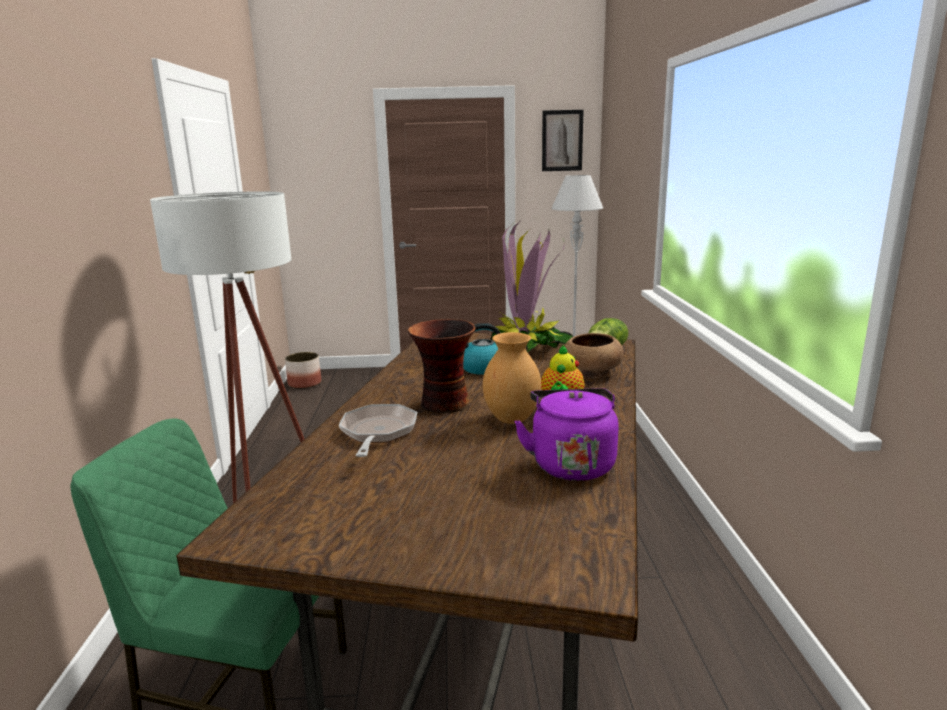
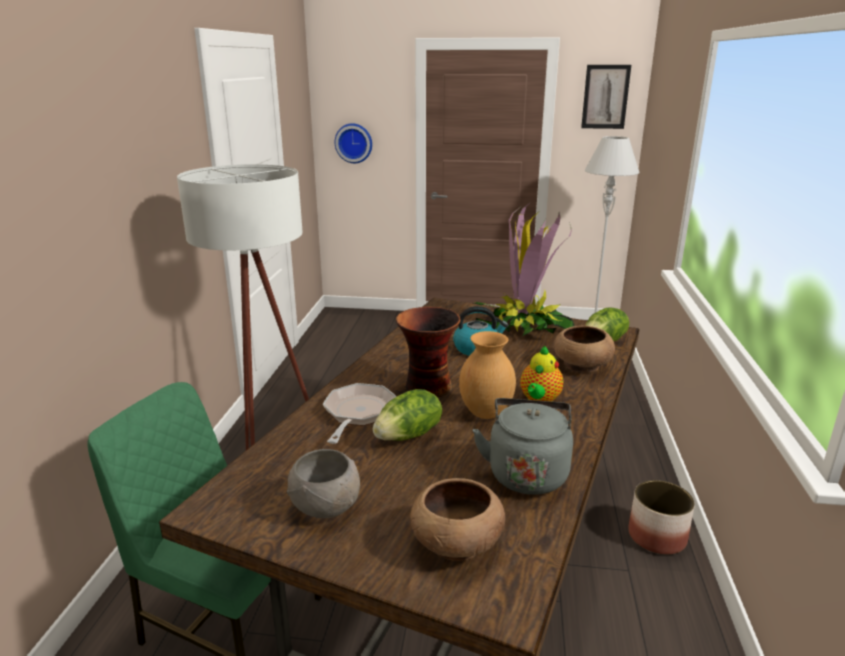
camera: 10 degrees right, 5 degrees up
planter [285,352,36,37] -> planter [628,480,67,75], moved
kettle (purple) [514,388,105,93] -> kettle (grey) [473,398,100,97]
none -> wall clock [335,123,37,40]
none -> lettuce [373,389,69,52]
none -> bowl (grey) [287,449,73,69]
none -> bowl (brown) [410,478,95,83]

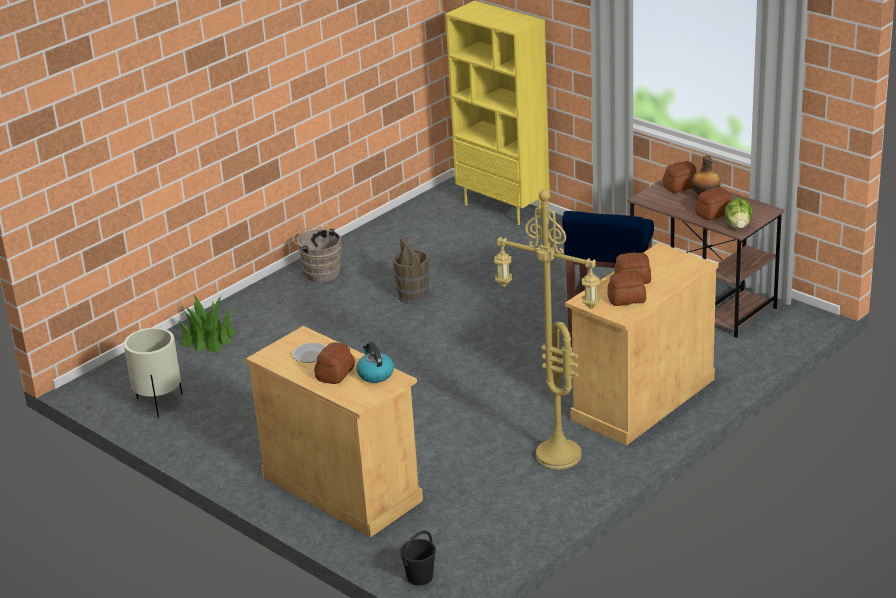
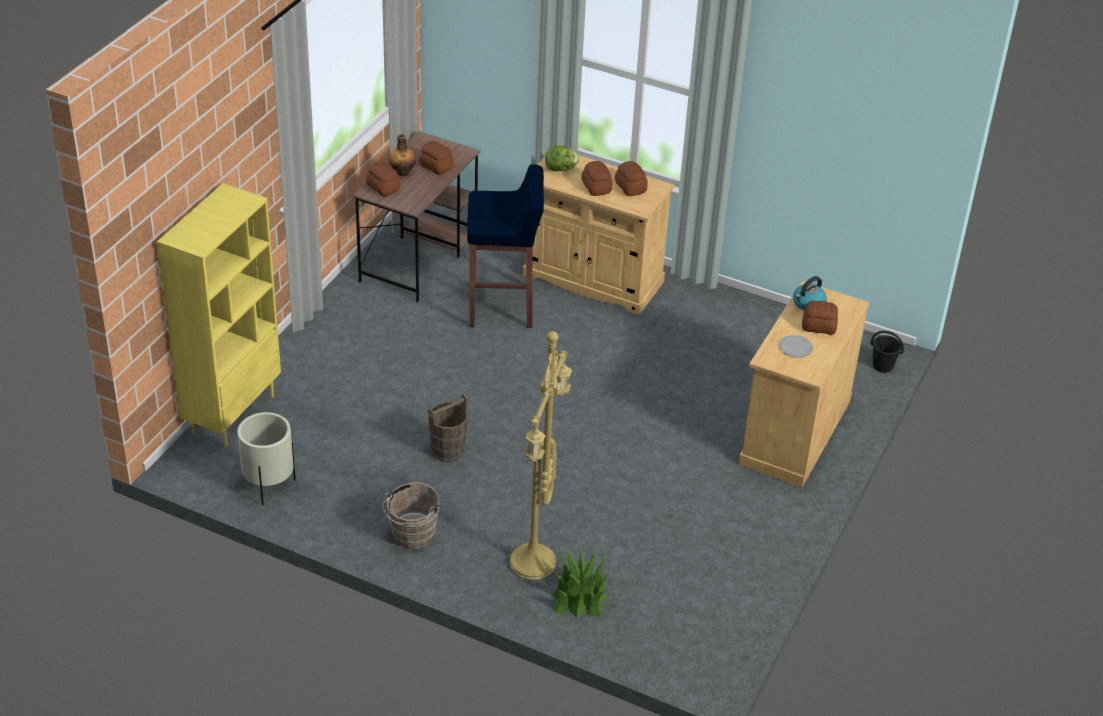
camera: 110 degrees left, 10 degrees up
floor lamp (yellow) [494,190,106,280] -> floor lamp (yellow) [510,331,62,249], moved
lettuce [725,197,28,32] -> lettuce [545,145,34,26], moved
planter (beige) [124,328,58,90] -> planter (beige) [237,412,58,93], moved

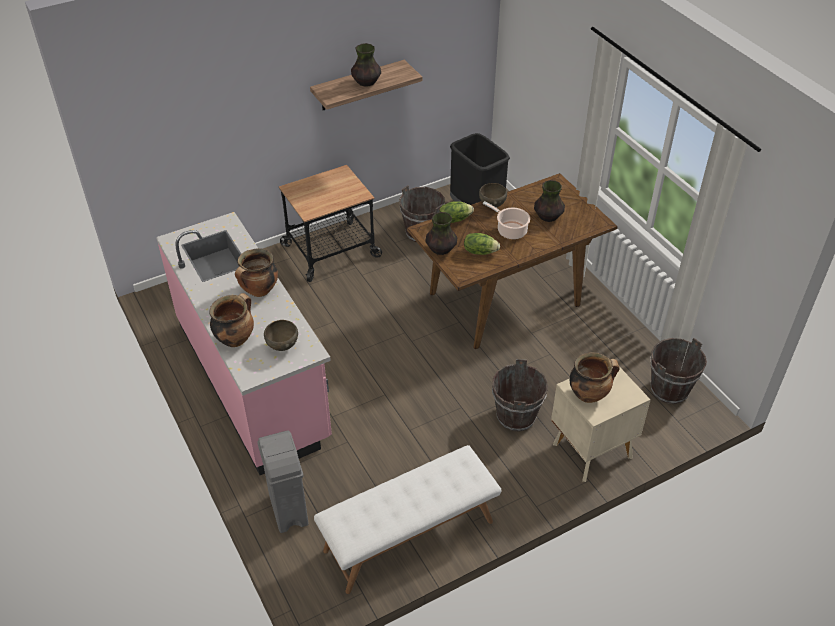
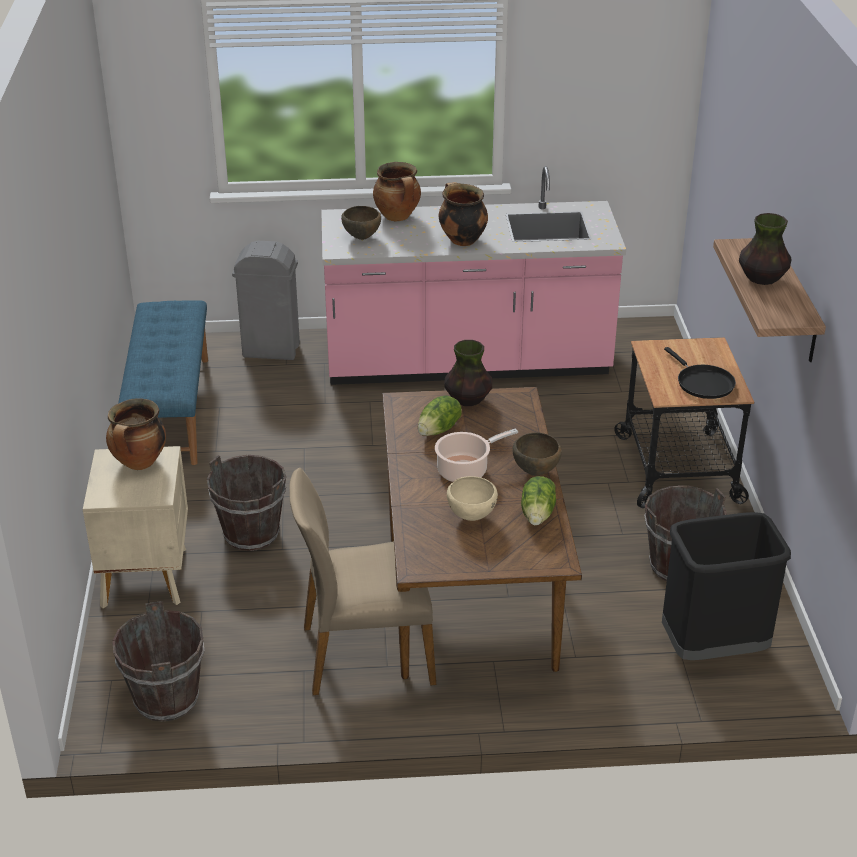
camera: 115 degrees right, 10 degrees down
vase [534,180,31,42] -> bowl (beige) [447,476,51,45]
lettuce [439,201,35,22] -> lettuce [521,476,35,49], moved
bench (white) [314,445,187,149] -> bench (blue) [118,300,90,165]
none -> frying pan (black) [664,347,72,52]
none -> chair (beige) [289,468,147,227]

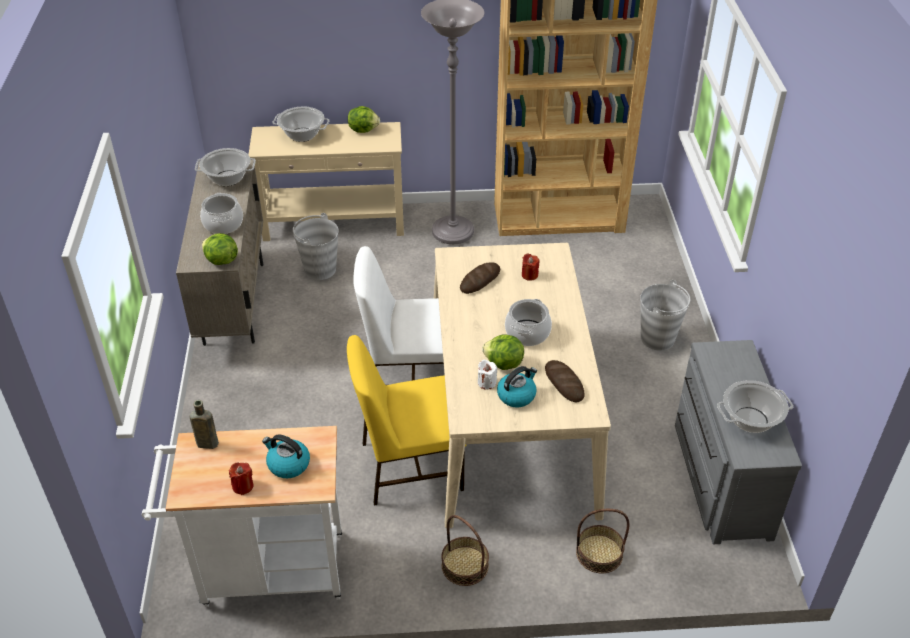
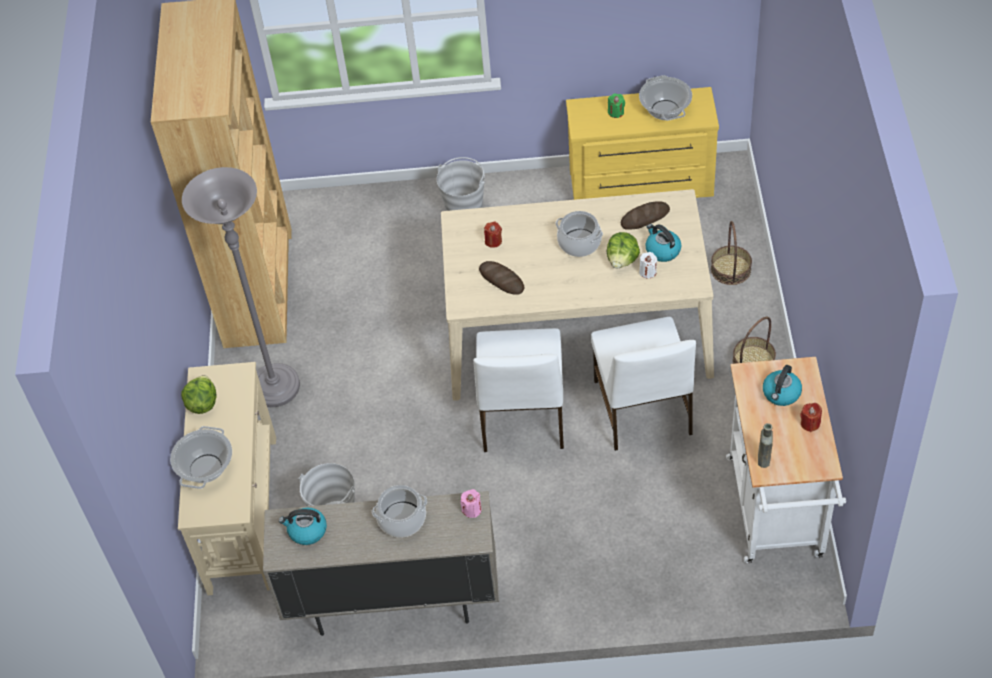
camera: 85 degrees left, 10 degrees up
cooking pot [195,148,61,38] -> kettle [279,508,48,37]
lettuce [202,233,36,32] -> candle (pink) [460,489,22,29]
chair (yellow) [347,335,120,170] -> chair (white) [591,317,105,134]
dresser (grey) [675,340,127,204] -> dresser (yellow) [566,87,153,113]
none -> candle (green) [608,93,17,25]

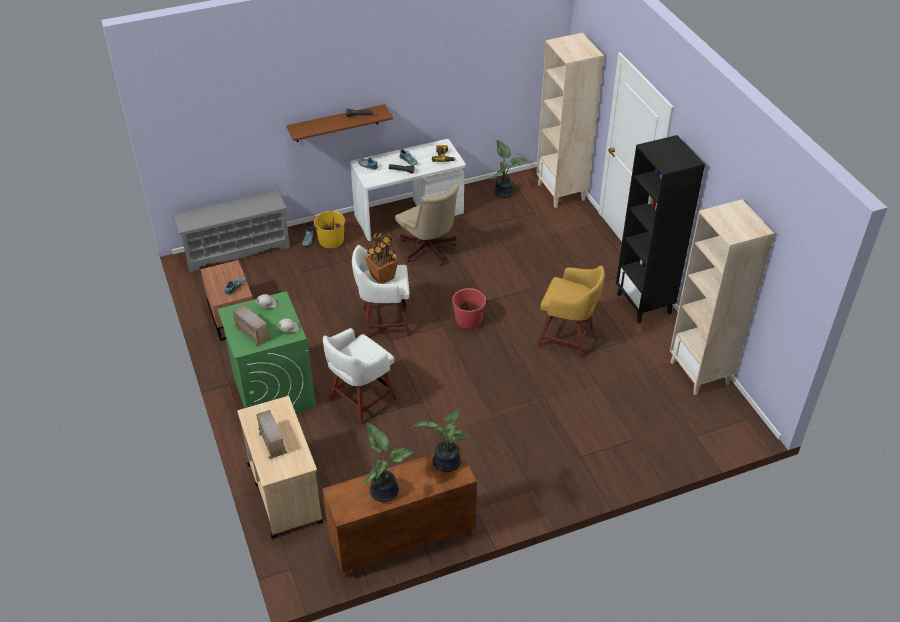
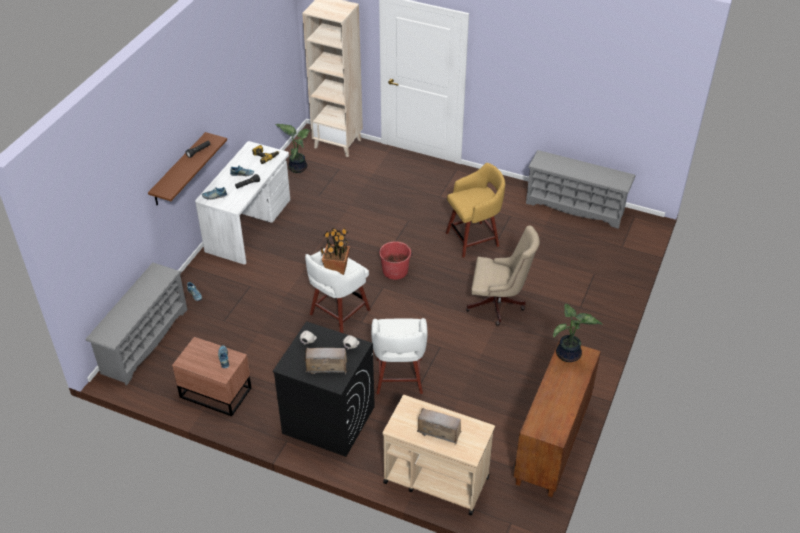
camera: 45 degrees left, 0 degrees up
bookcase (black) [616,135,89,189] -> none
office chair (beige) [395,183,64,82] -> office chair (beige) [466,226,74,100], moved
bookcase (beige) [670,199,104,196] -> shoe rack (grey) [526,150,110,79]
bucket (yellow) [313,211,32,38] -> none
washing machine (green) [217,291,99,122] -> washing machine (black) [272,321,103,136]
potted plant [364,423,50,79] -> none

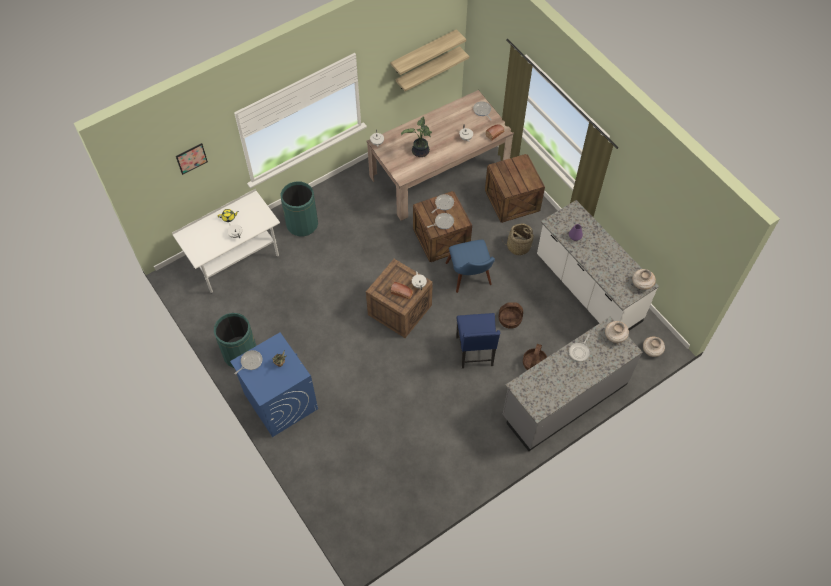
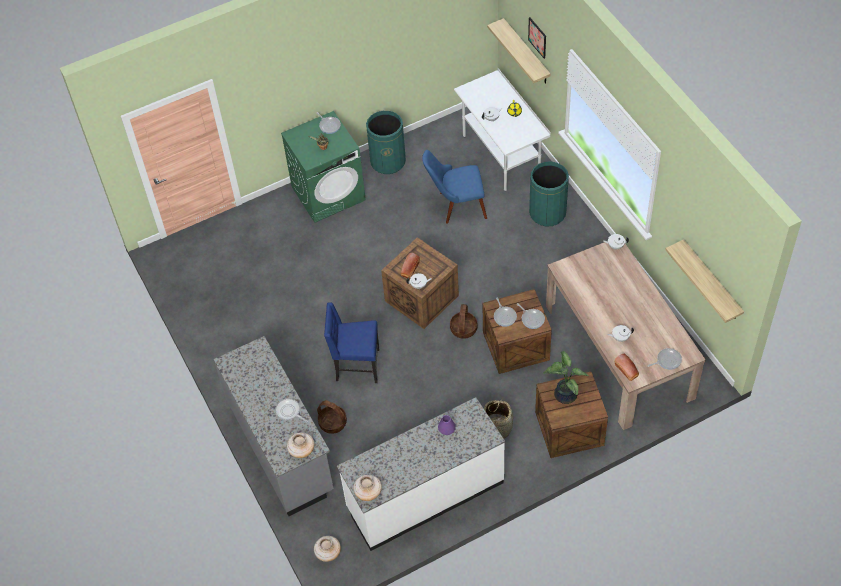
camera: 100 degrees right, 5 degrees down
shelf [391,29,75,46] -> shelf [487,18,64,66], moved
potted plant [401,116,31,41] -> potted plant [543,351,46,53], moved
chair (blue) [446,240,49,53] -> chair (blue) [422,150,65,73], moved
basket [498,302,25,27] -> basket [450,304,27,35], moved
washing machine (blue) [230,332,88,105] -> washing machine (green) [281,111,85,112]

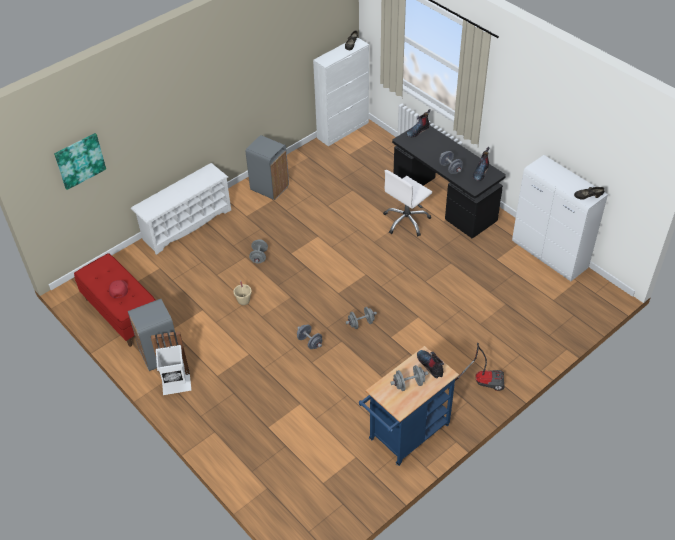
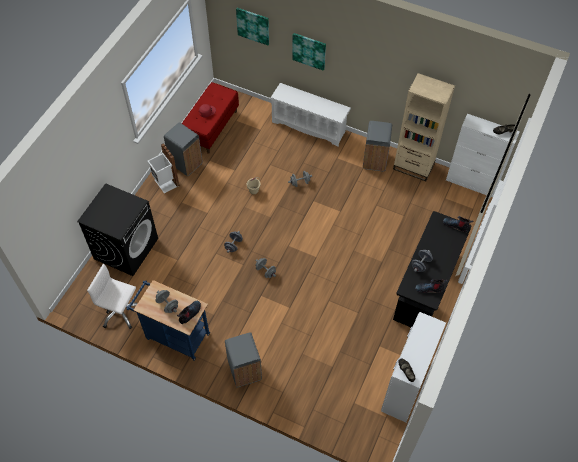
camera: 65 degrees right, 10 degrees up
office chair (white) [383,170,49,66] -> office chair (white) [87,264,51,65], moved
vacuum cleaner [448,343,57,48] -> trash can (grey) [225,332,37,55]
none -> picture [292,33,34,38]
none -> bookcase (beige) [393,73,62,108]
none -> washing machine (black) [77,183,81,93]

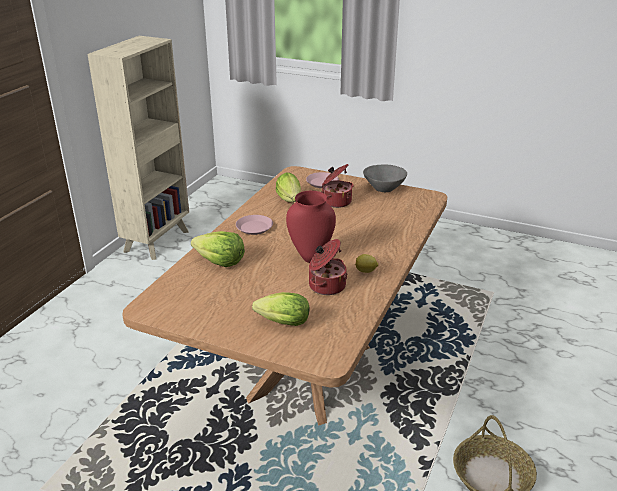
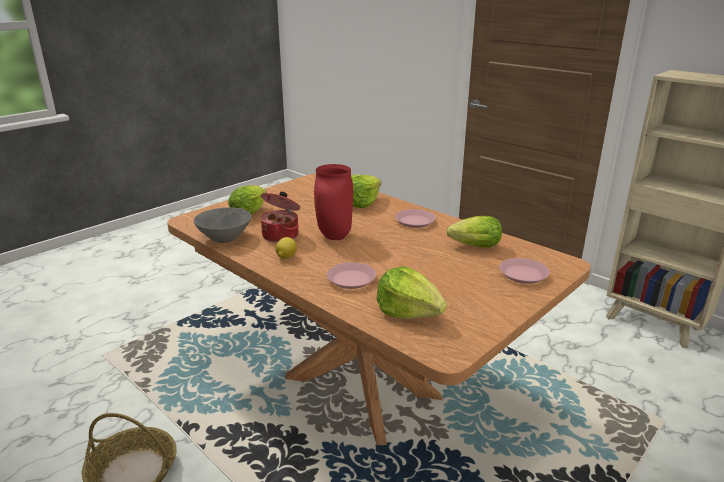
camera: 110 degrees right, 5 degrees down
cooking pot [322,164,32,44] -> none
bowl (grey) [363,165,44,27] -> bowl (grey) [194,207,57,36], moved
none -> plate (pink) [327,262,49,27]
none -> lettuce [377,266,70,53]

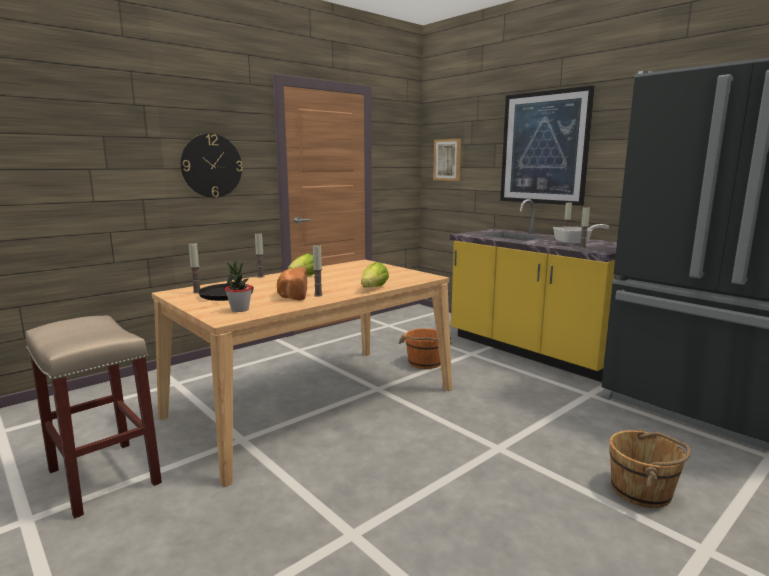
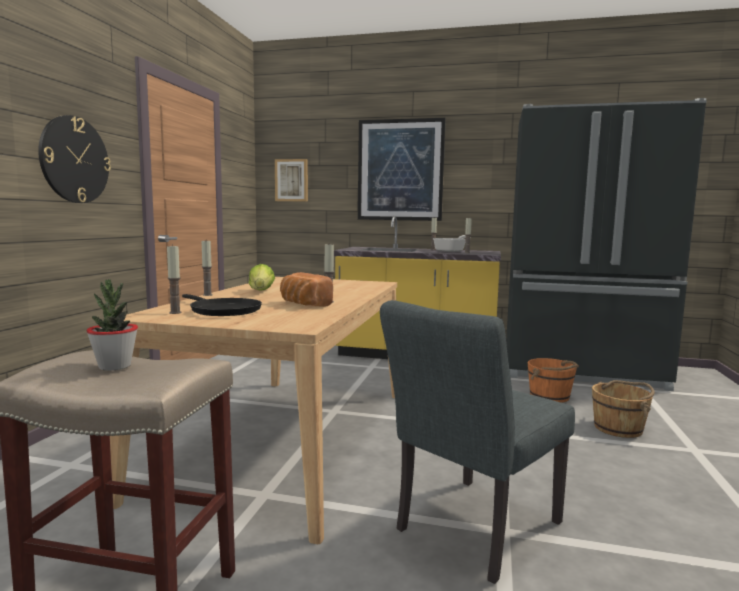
camera: 35 degrees left, 5 degrees down
potted plant [225,260,27,52] -> potted plant [86,279,52,92], moved
lettuce [361,262,28,26] -> none
bucket (orange) [398,329,54,40] -> bucket (orange) [528,358,51,45], moved
none -> chair (grey) [380,300,195,284]

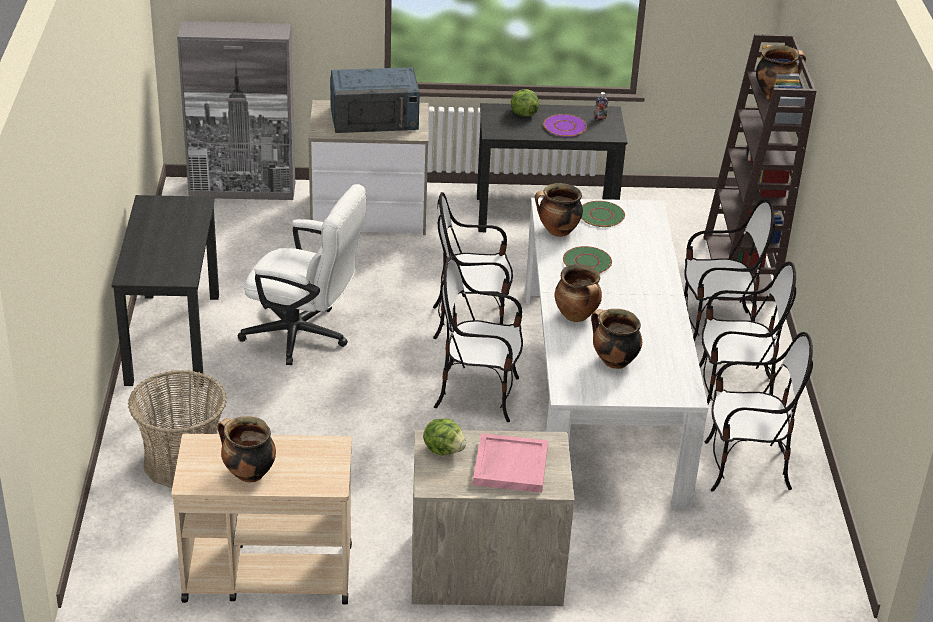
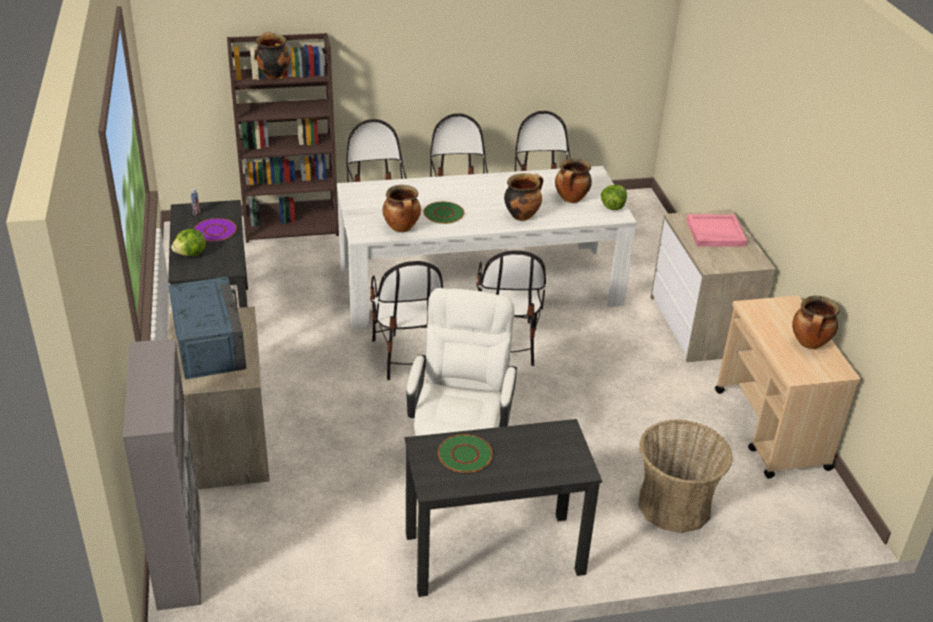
camera: 100 degrees left, 0 degrees up
plate (green) [581,201,44,26] -> plate (green) [438,434,55,39], moved
lettuce [423,418,43,37] -> lettuce [601,185,26,25], moved

